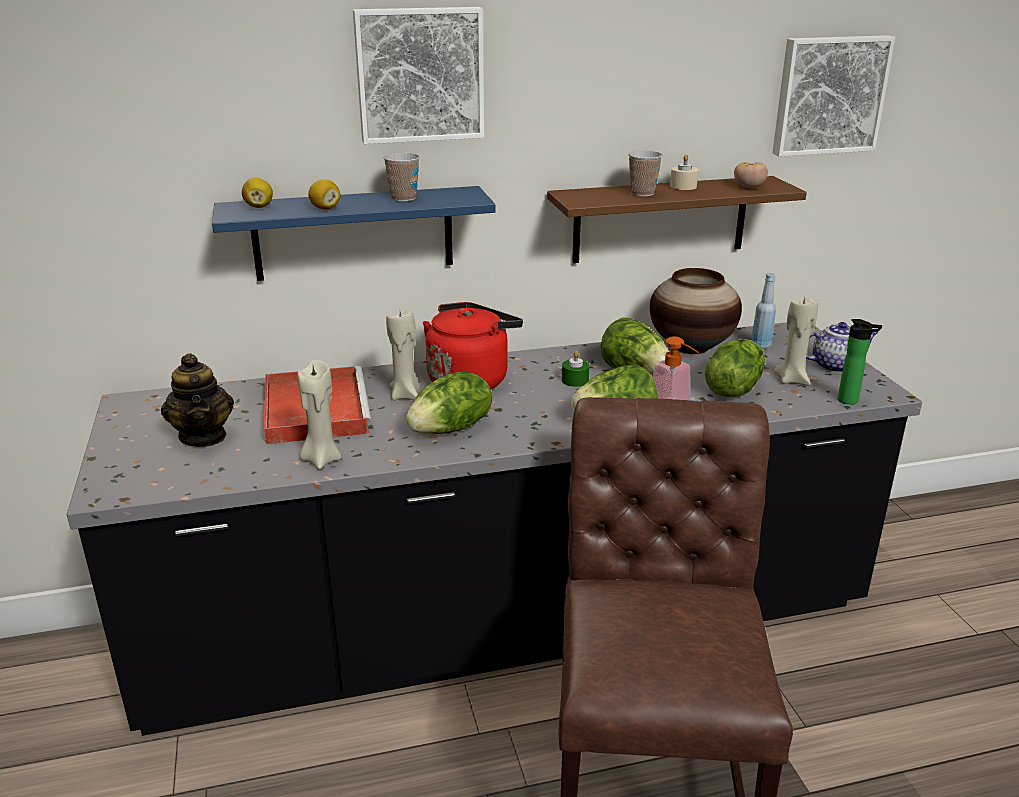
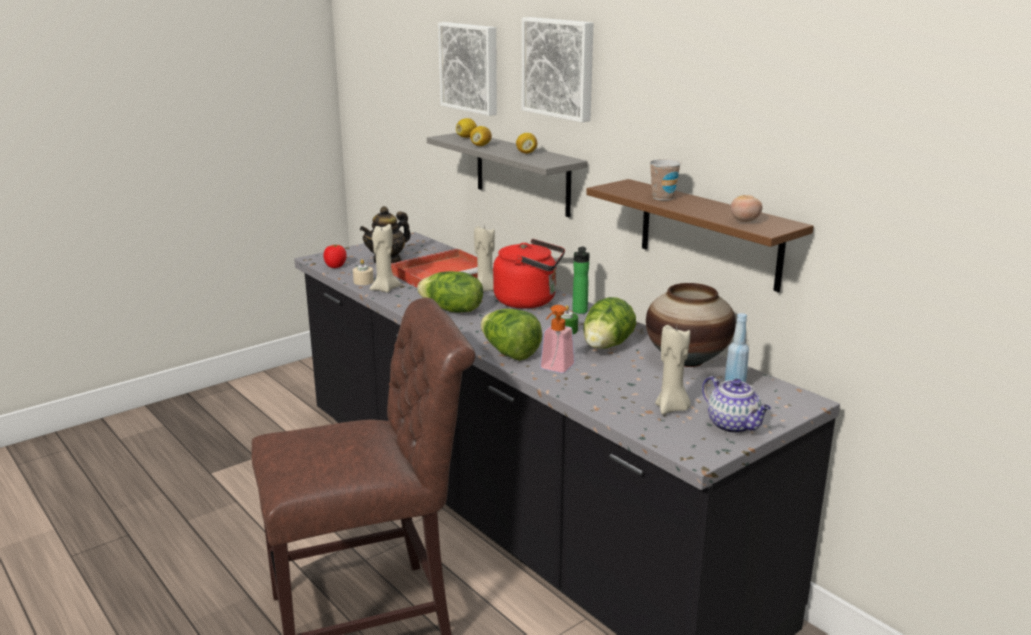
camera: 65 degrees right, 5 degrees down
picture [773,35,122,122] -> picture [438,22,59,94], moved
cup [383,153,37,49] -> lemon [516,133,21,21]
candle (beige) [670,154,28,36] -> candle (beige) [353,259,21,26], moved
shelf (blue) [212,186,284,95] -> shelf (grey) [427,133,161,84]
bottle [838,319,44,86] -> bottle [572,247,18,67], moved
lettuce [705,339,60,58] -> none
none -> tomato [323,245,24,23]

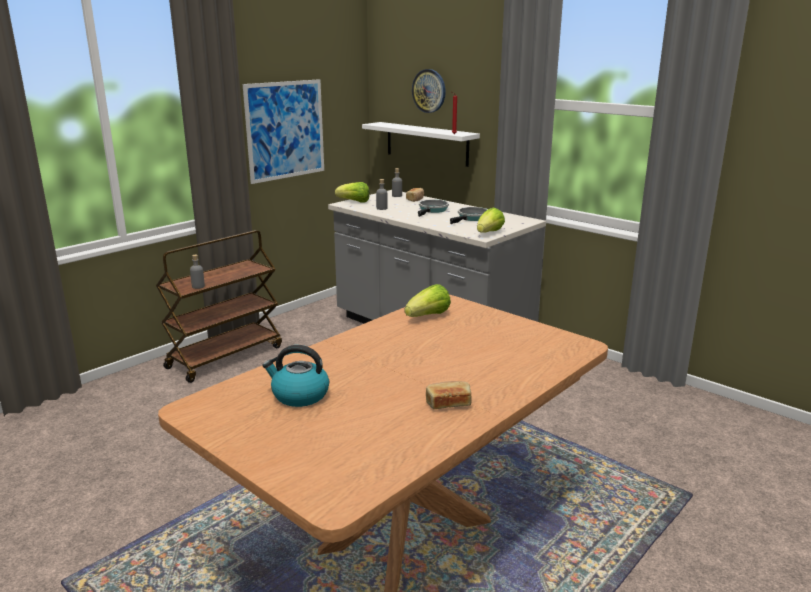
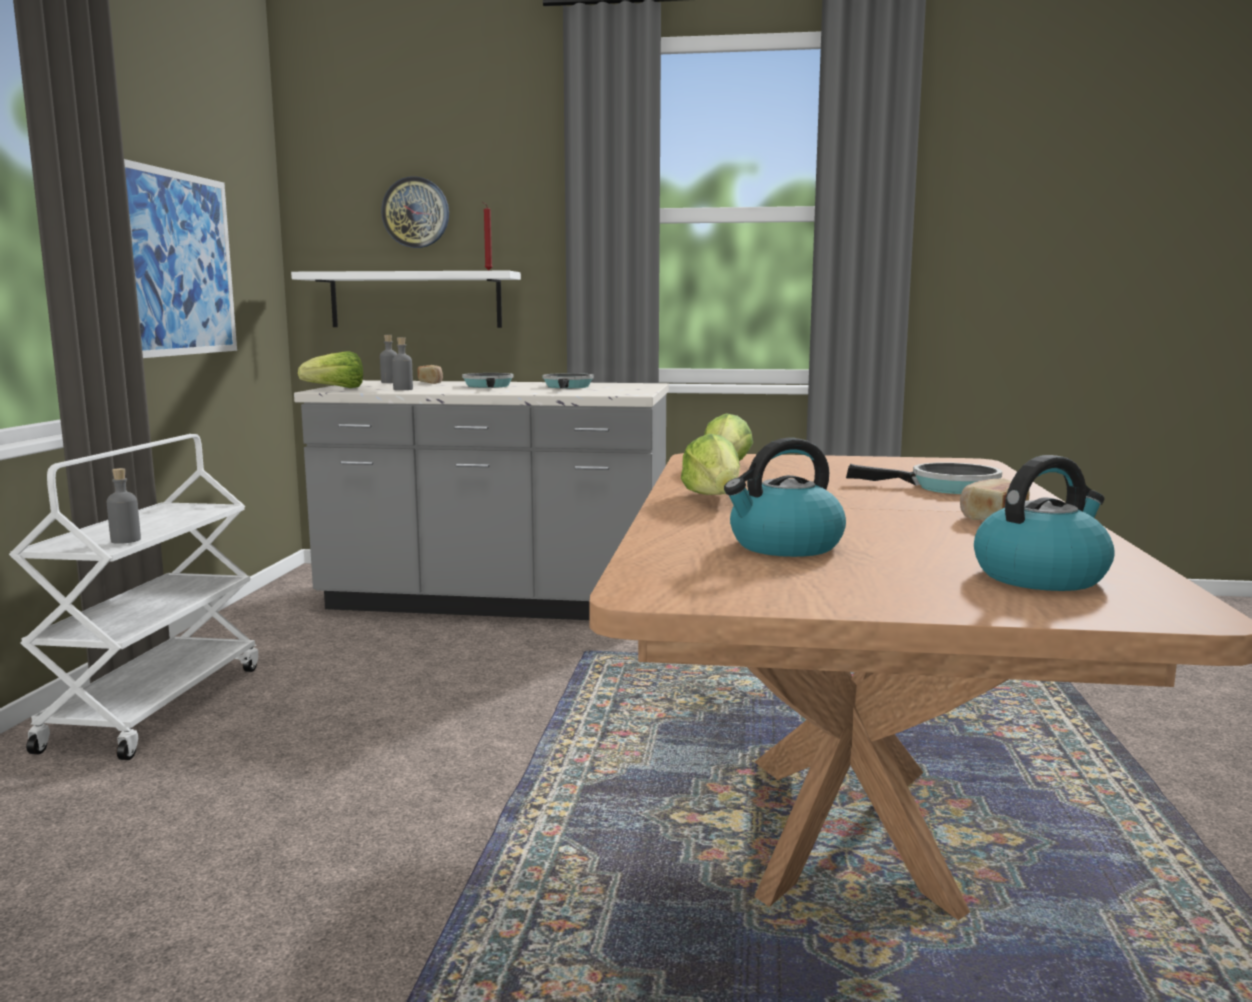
camera: 35 degrees left, 10 degrees down
lettuce [477,207,28,26] -> lettuce [681,433,59,62], moved
cart (brown) [156,230,126,153] -> cart (white) [9,434,249,326]
none -> kettle [974,455,140,136]
none -> frying pan [846,462,156,32]

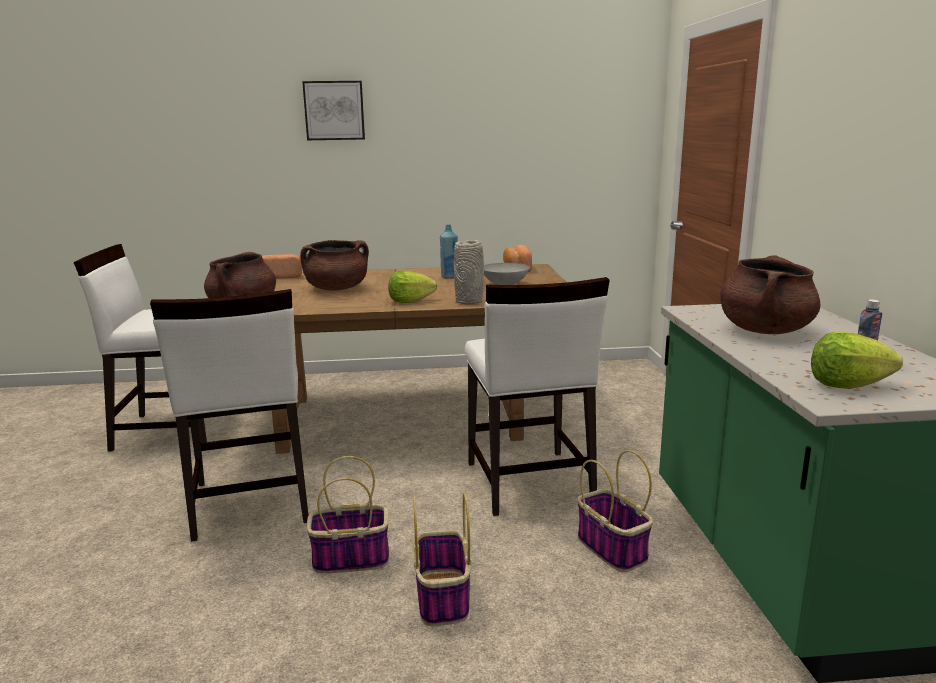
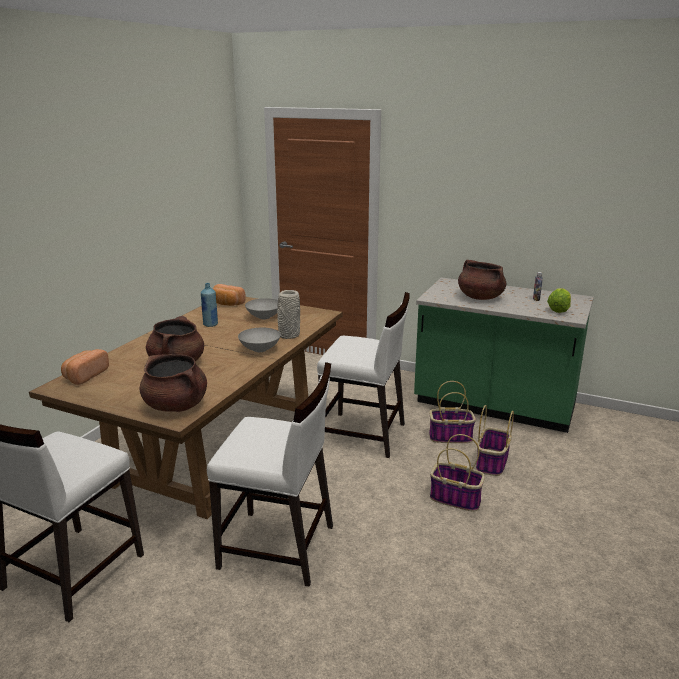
camera: 60 degrees left, 5 degrees up
picture [302,81,63,59] -> none
lettuce [388,270,49,33] -> bowl (grey) [238,328,43,24]
basket [307,456,82,117] -> basket [476,405,38,71], moved

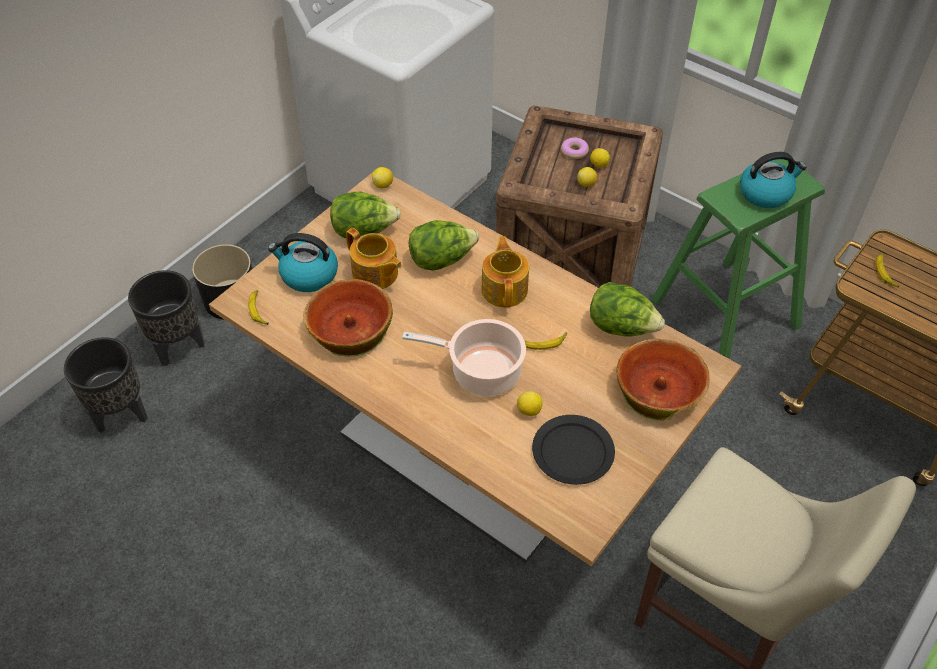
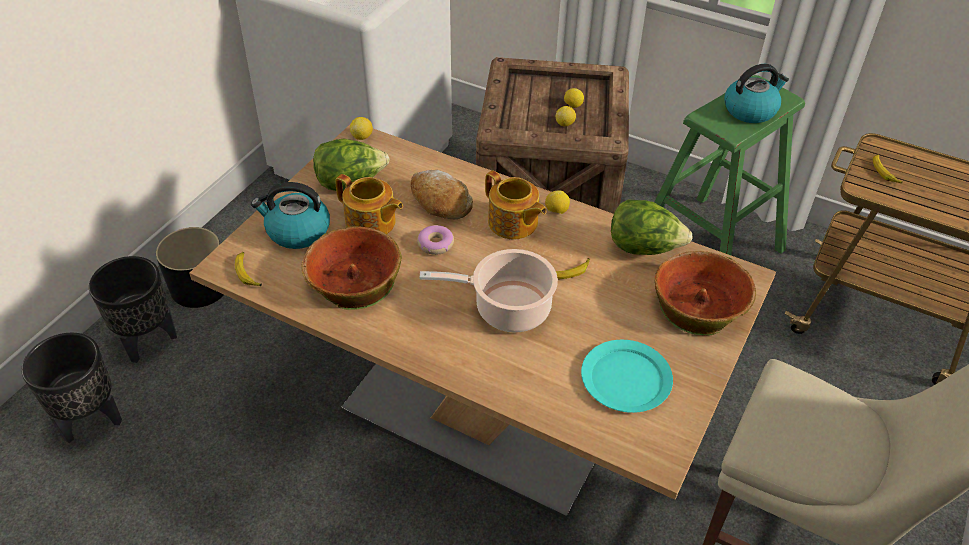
camera: 10 degrees left, 5 degrees down
donut [561,138,28,21] -> donut [417,225,37,30], moved
lettuce [409,220,70,50] -> bread [411,170,62,49]
teapot [481,236,48,71] -> teapot [485,170,62,69], 150 degrees clockwise
lemon [517,391,26,25] -> lemon [545,190,25,24], moved
plate (black) [532,415,83,70] -> plate (turquoise) [581,340,92,73]

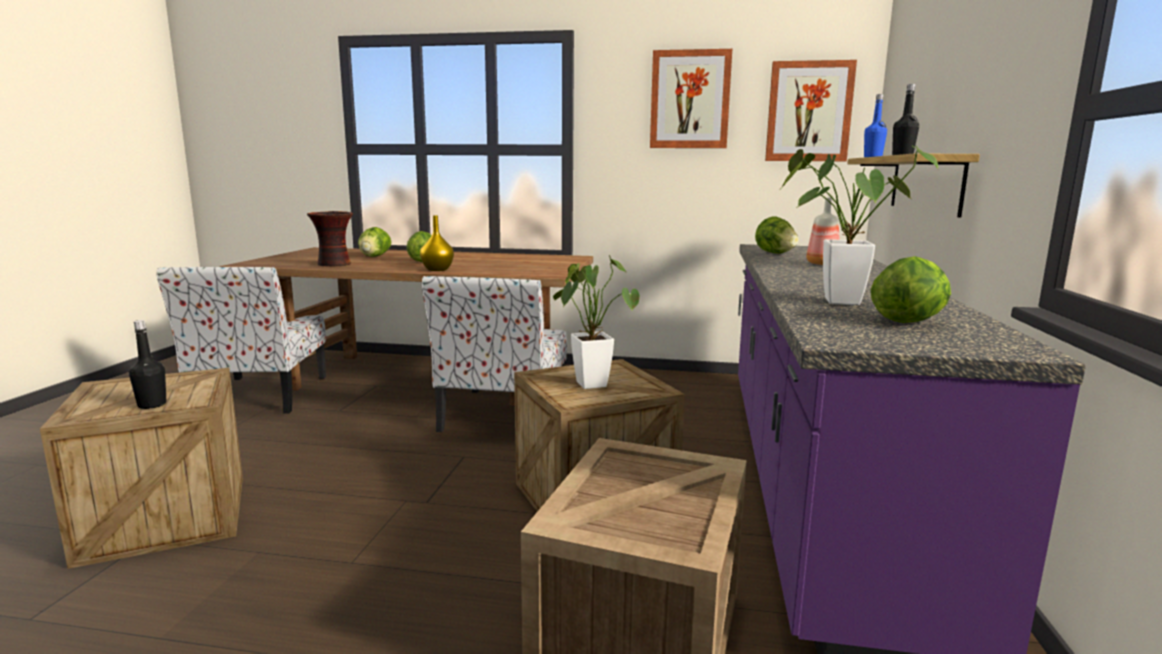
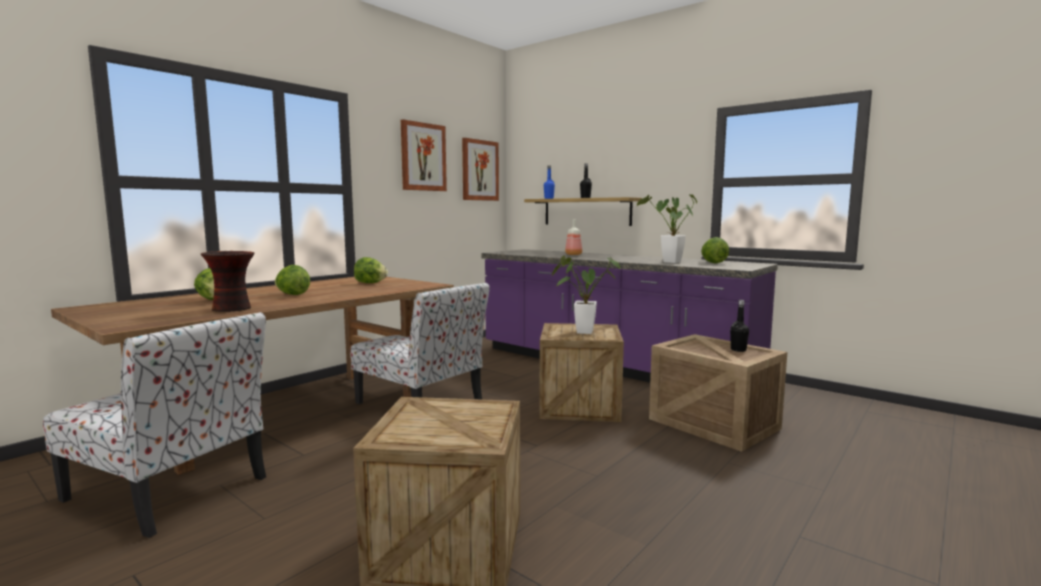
camera: 60 degrees left, 5 degrees down
vase (yellow) [420,215,34,56] -> none
lettuce [755,216,44,38] -> lettuce [354,257,34,26], moved
bottle (black) [129,320,37,89] -> bottle (black) [730,300,19,52], moved

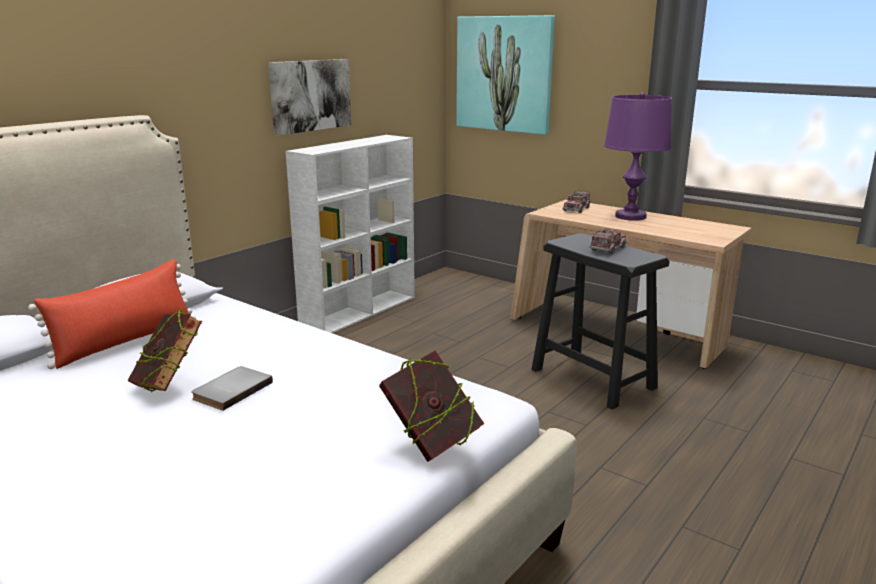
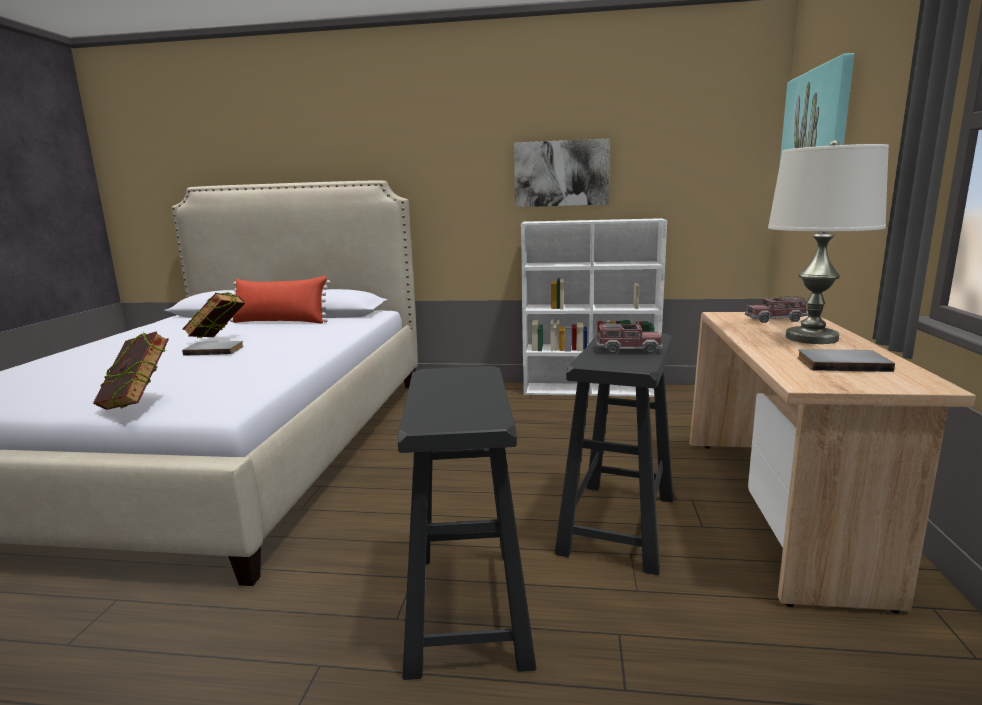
camera: 60 degrees right, 5 degrees down
table lamp (purple) [604,92,68,129] -> table lamp (white) [768,140,121,204]
none -> book (grey) [797,349,98,23]
none -> stool (black) [398,366,138,314]

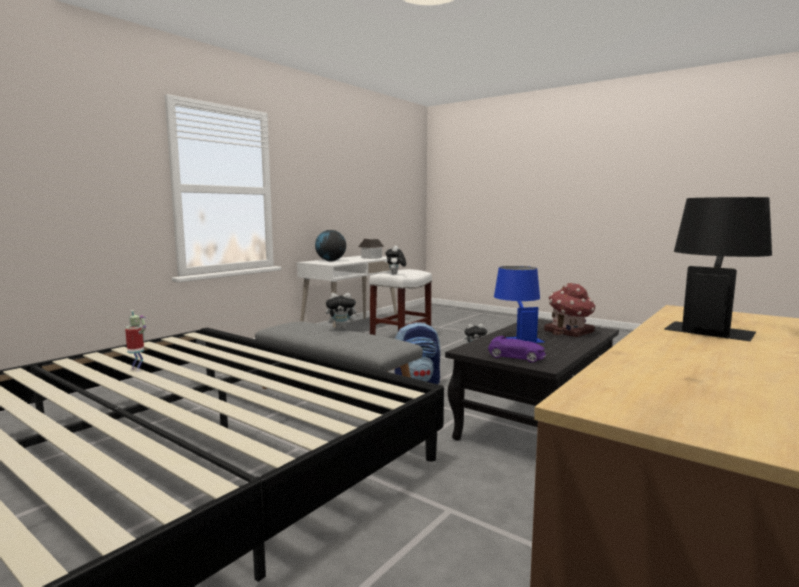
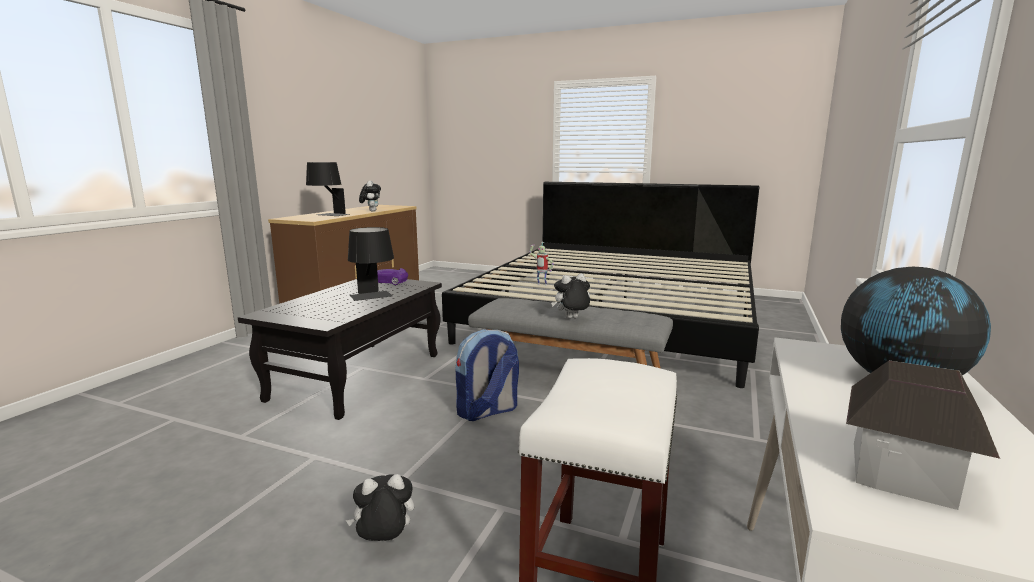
camera: 165 degrees right, 5 degrees up
plush toy [385,246,21,28] -> plush toy [359,181,22,30], moved
table lamp (blue) [494,266,50,77] -> table lamp (black) [348,227,46,74]
toy house [544,283,52,54] -> none
toy robot [125,310,21,61] -> toy robot [529,242,25,43], moved

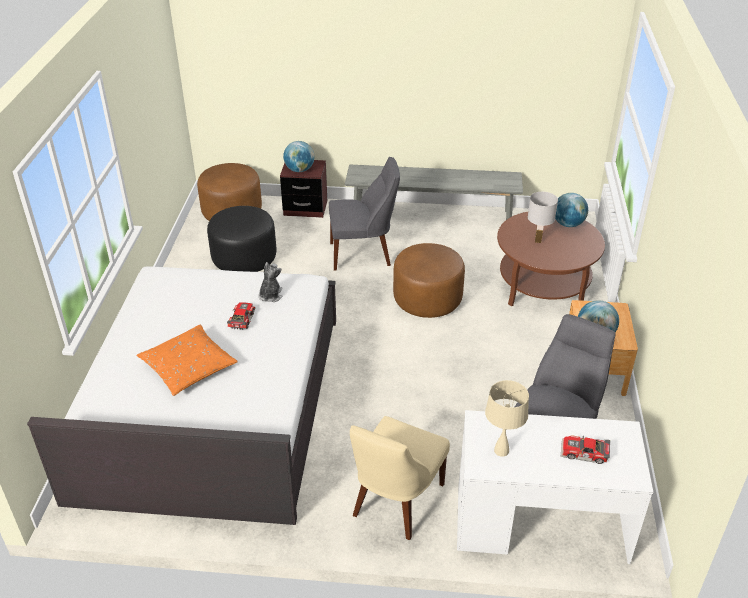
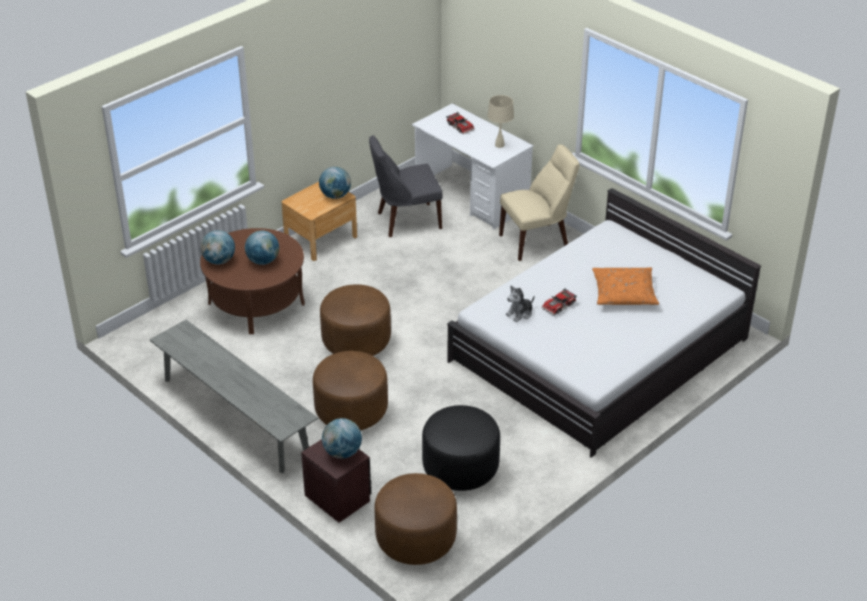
camera: 140 degrees left, 0 degrees up
chair (grey) [329,157,71,114] -> ottoman (brown) [313,351,75,79]
table lamp (white) [528,192,30,51] -> globe [245,230,34,35]

